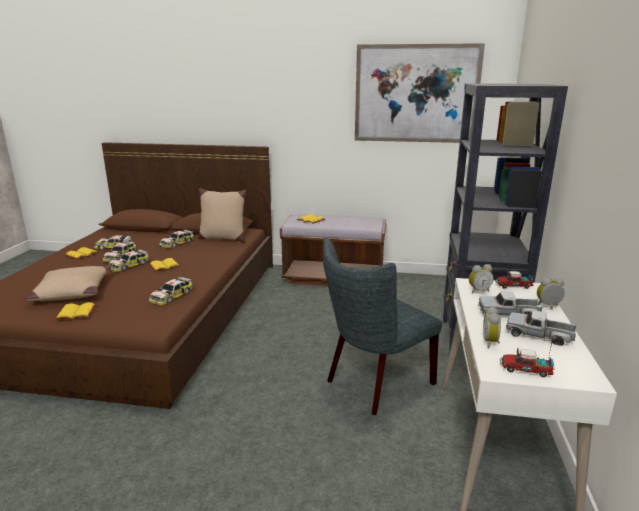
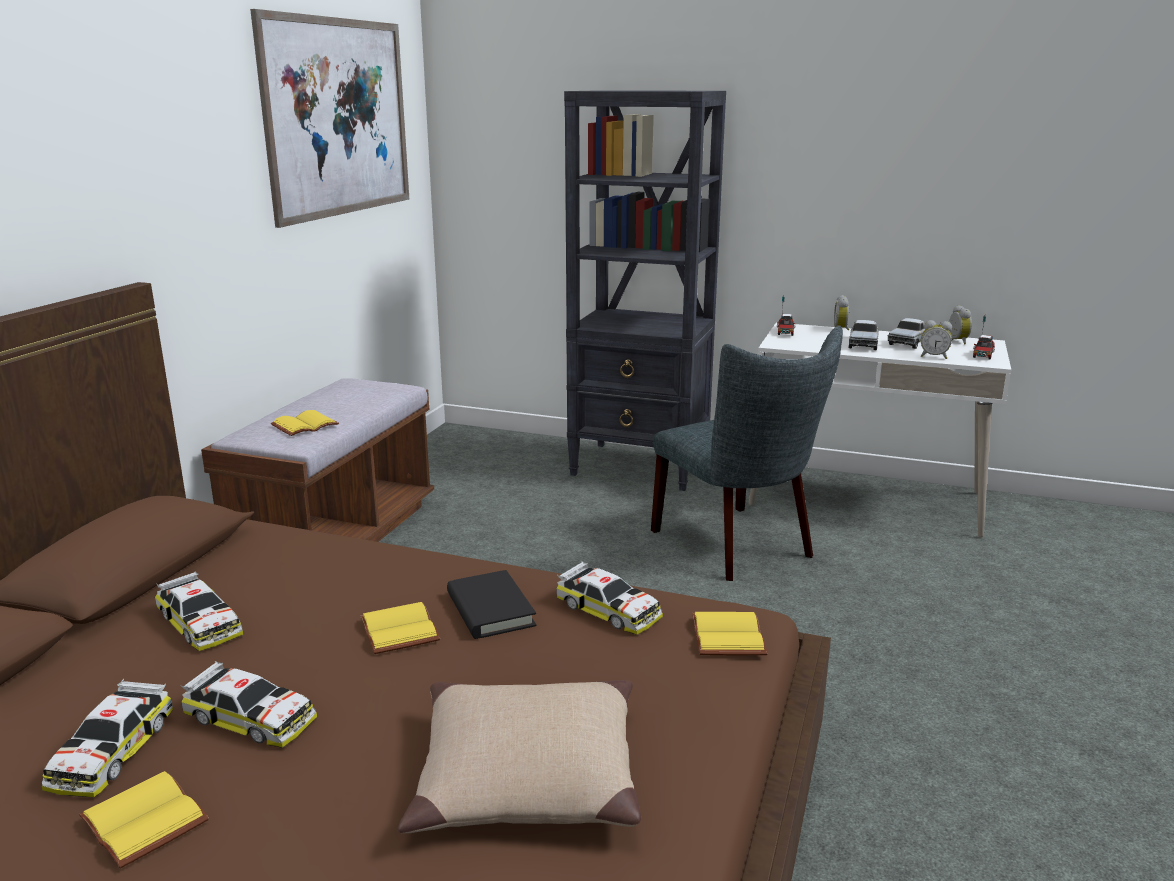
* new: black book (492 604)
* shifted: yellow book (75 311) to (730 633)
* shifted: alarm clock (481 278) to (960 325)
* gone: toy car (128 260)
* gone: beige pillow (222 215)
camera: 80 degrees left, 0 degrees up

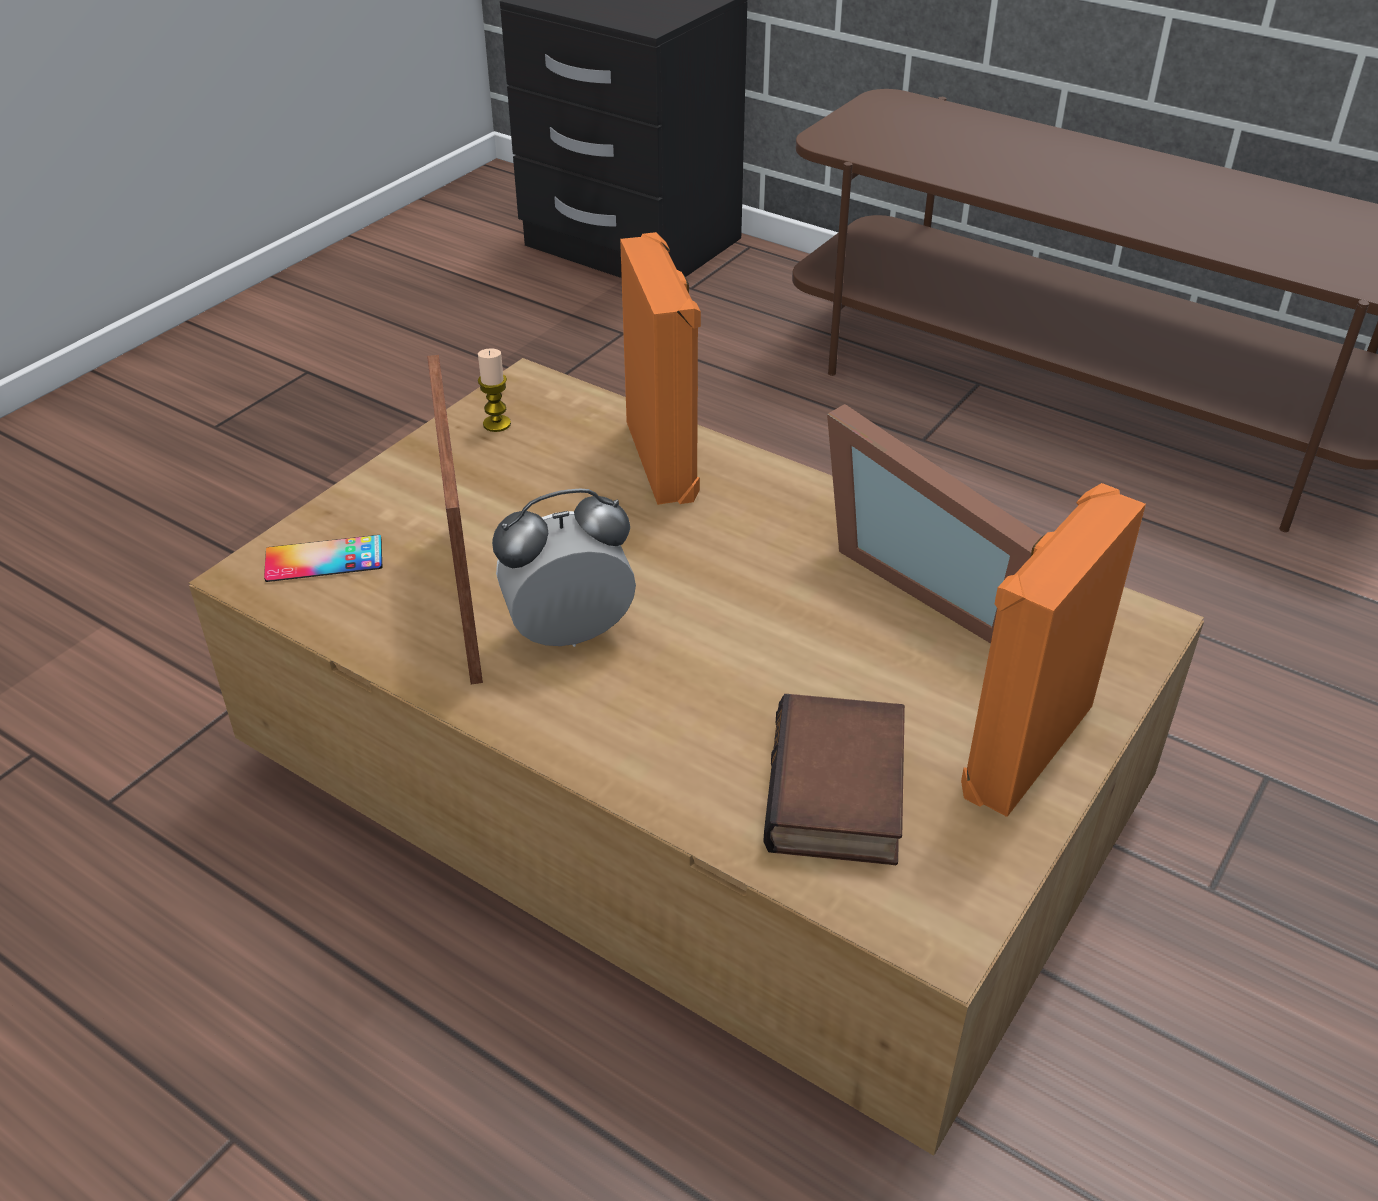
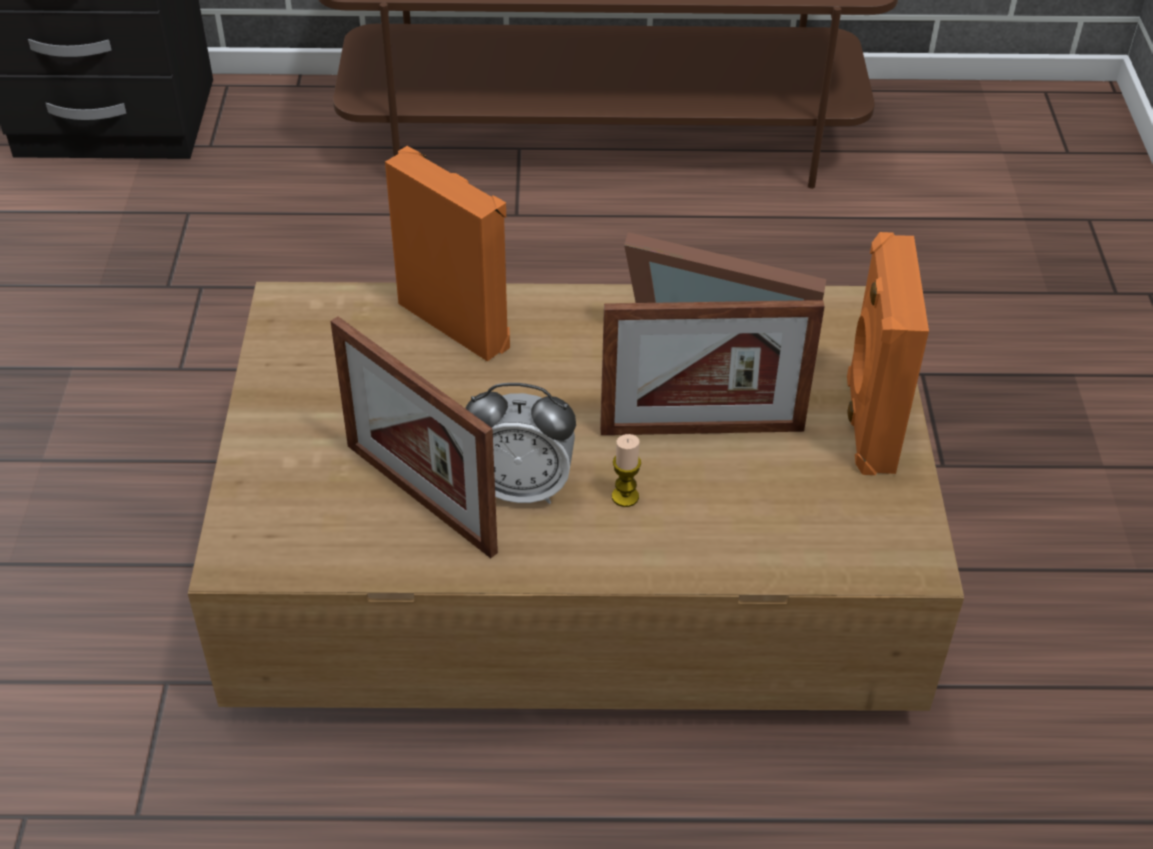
* rotated: alarm clock (564 568) = (520 443) 120 degrees counterclockwise
* new: picture frame (712 367)
* shifted: candle (494 390) to (626 470)
* gone: phone (323 558)
* gone: book (834 779)
camera: 35 degrees left, 5 degrees up

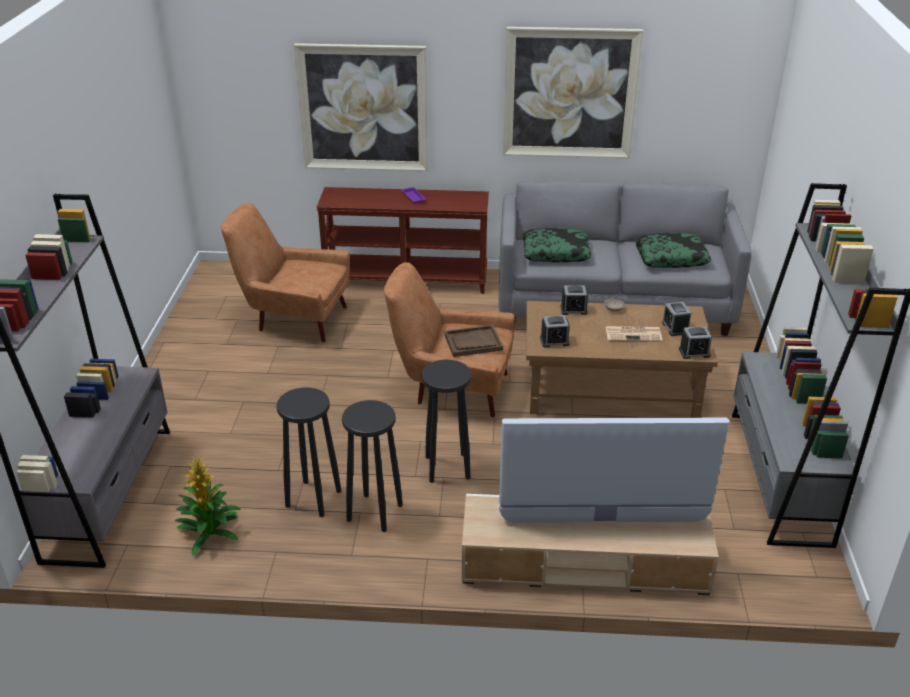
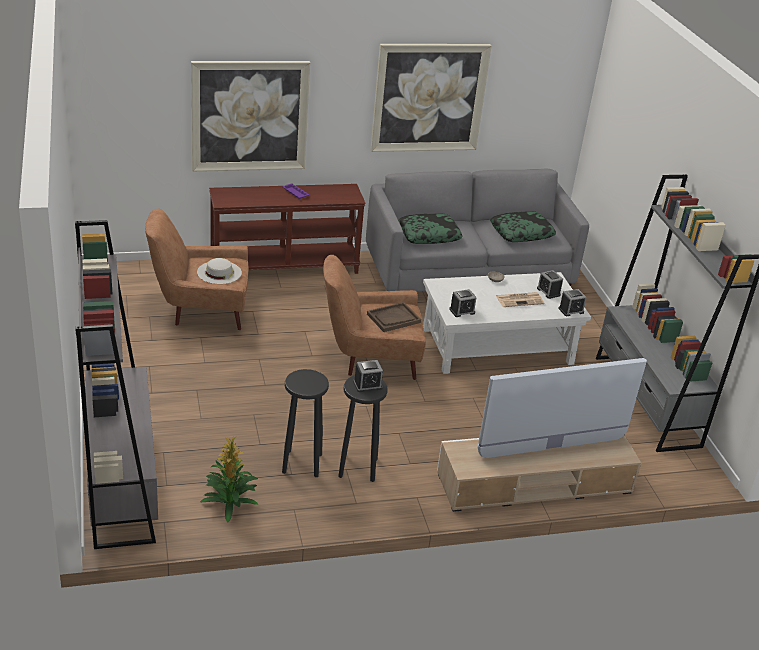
* new: white hat (219 271)
* shifted: alarm clock (574 300) to (368 376)
* repainted: brown coffee table (622 359) to white coffee table (507 323)
* gone: black stool (446 421)
camera: 20 degrees left, 0 degrees up

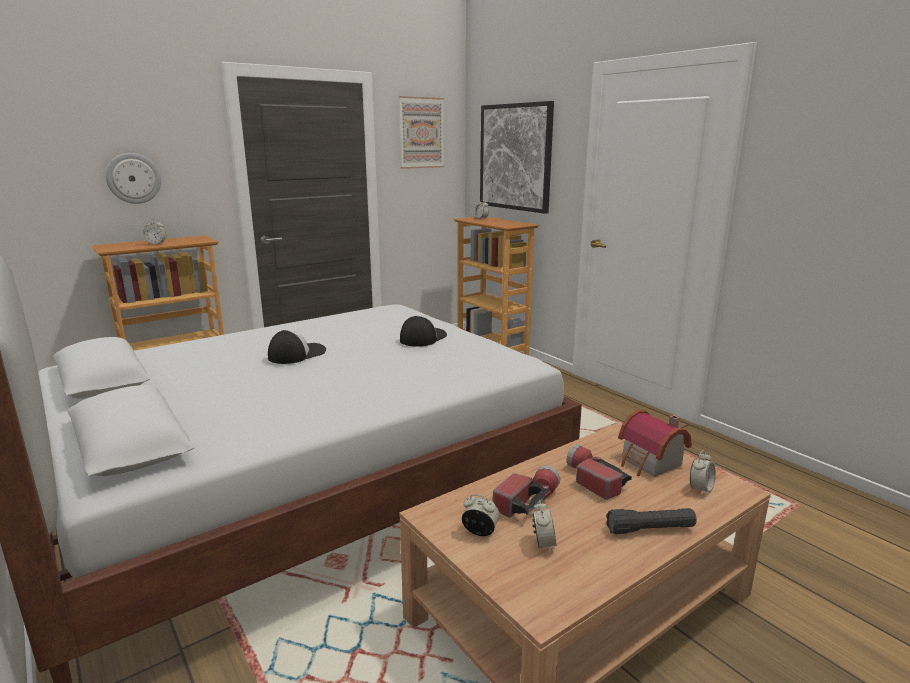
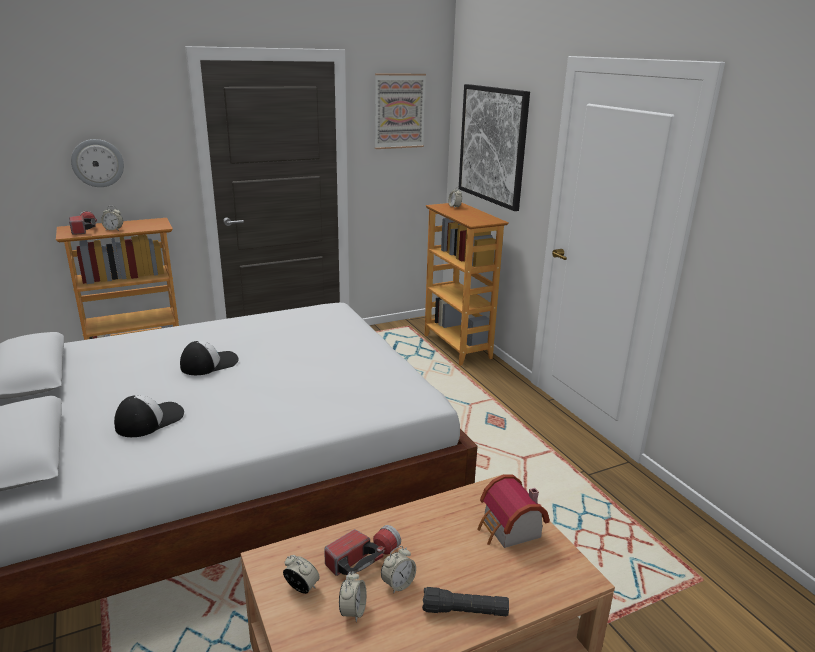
* shifted: flashlight (599 472) to (83 223)
* shifted: cap (423 331) to (149 416)
* shifted: alarm clock (703 473) to (398 570)
camera: 10 degrees right, 5 degrees up

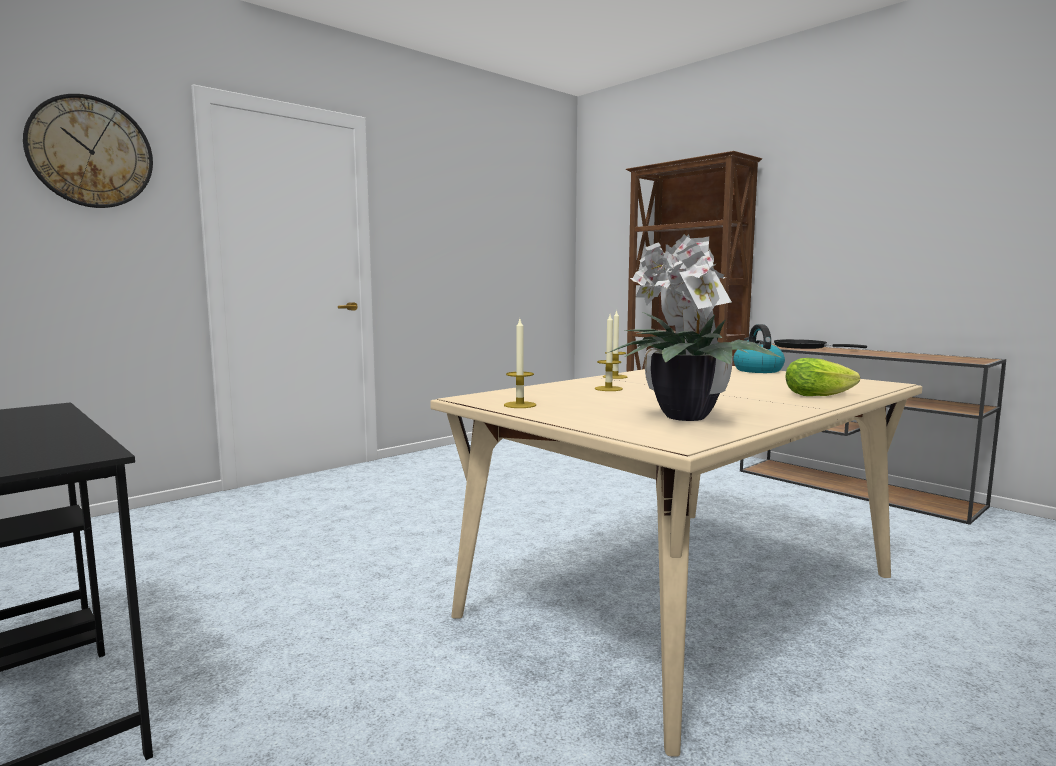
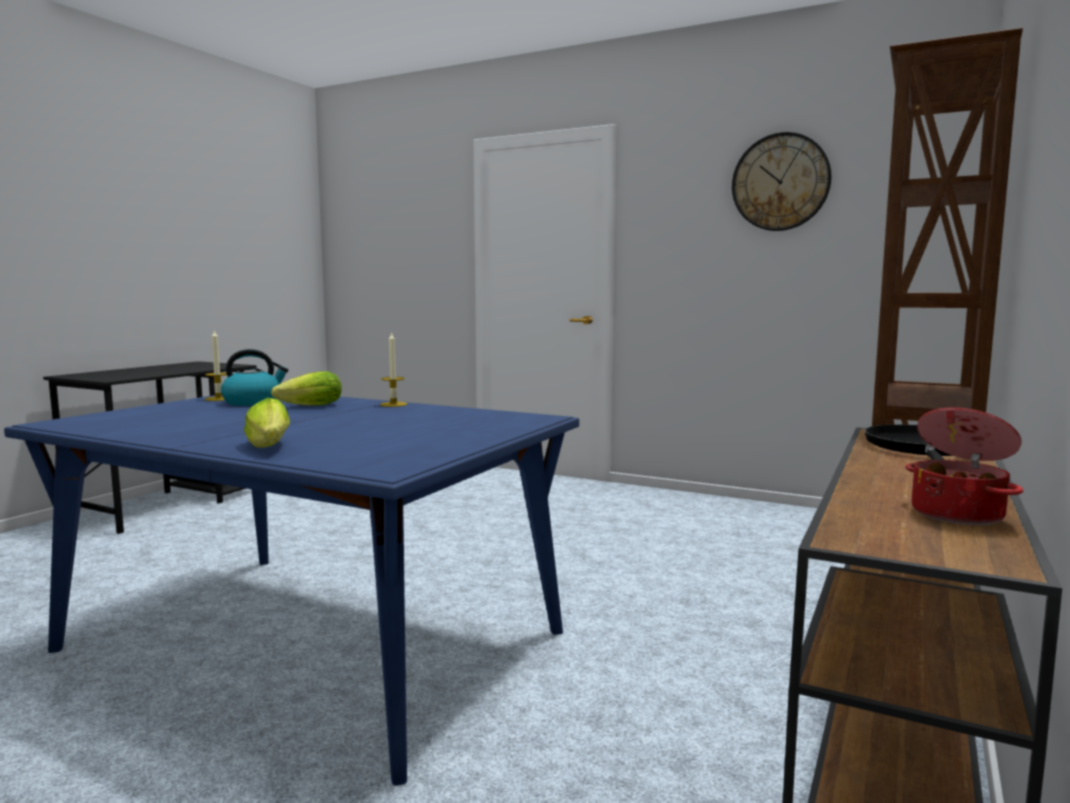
* repainted: beige dining table (676 561) to blue dining table (291 590)
* shifted: kettle (759 348) to (255 377)
* swapped: candle (609 352) to lettuce (306 388)
* shifted: wall clock (88 151) to (781 181)
* new: cooking pot (964 466)
* gone: potted plant (695 327)
camera: 70 degrees right, 0 degrees up

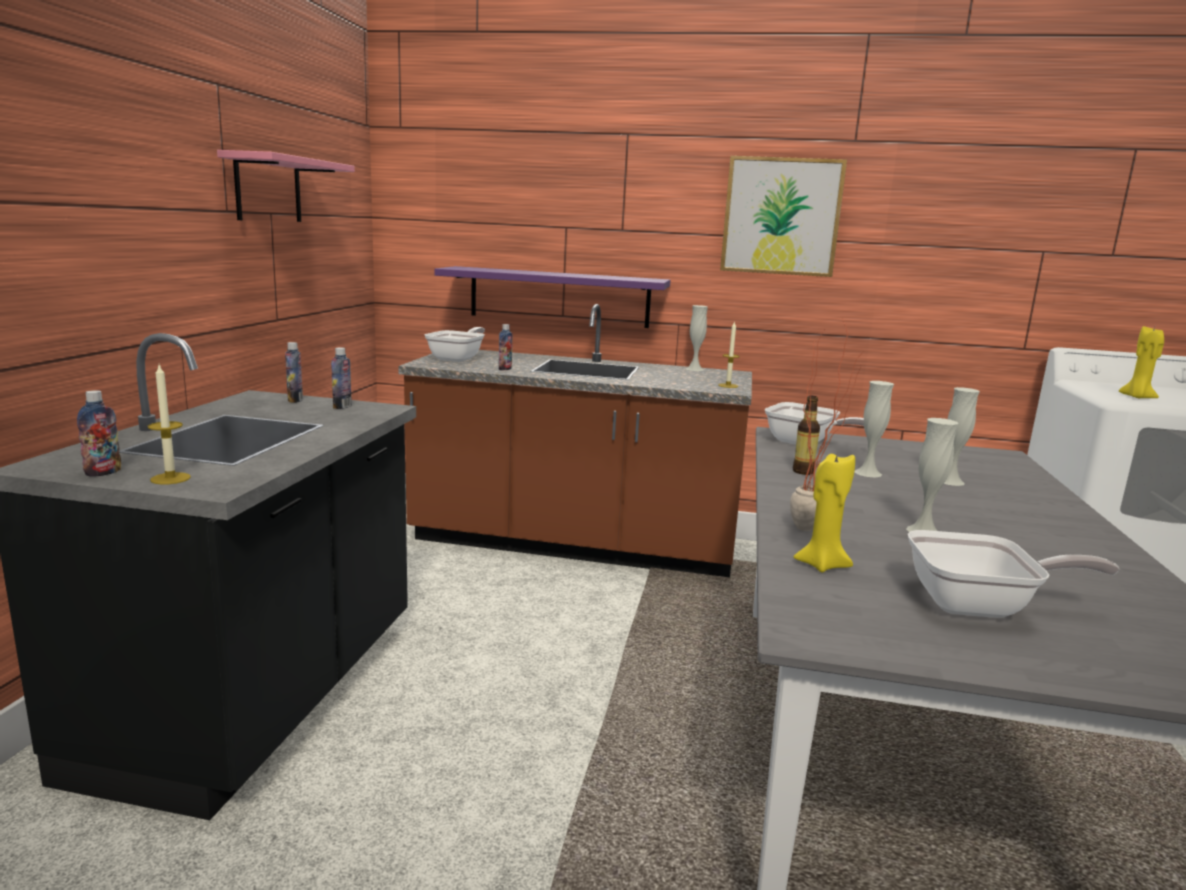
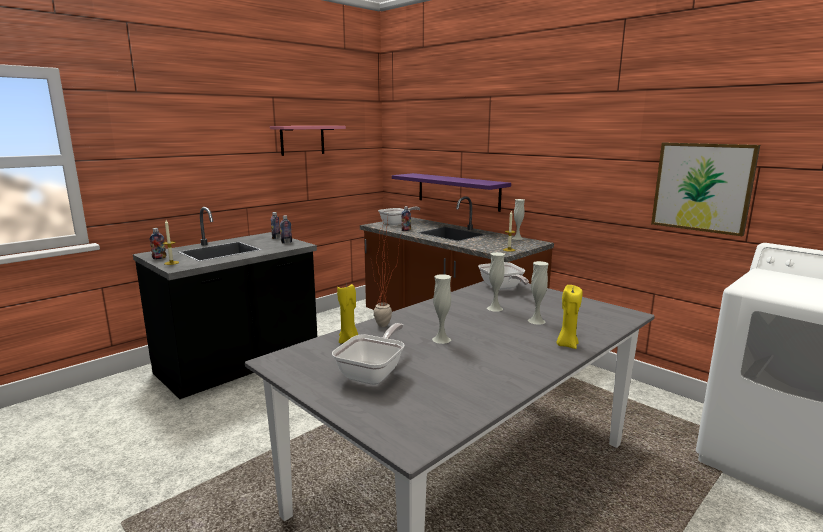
* rotated: frying pan (1013 574) = (368 354) 105 degrees counterclockwise
* shifted: yellow candle (1141 362) to (569 317)
* shifted: picture (783 216) to (705 189)
* gone: bottle (806 435)
camera: 35 degrees right, 0 degrees up

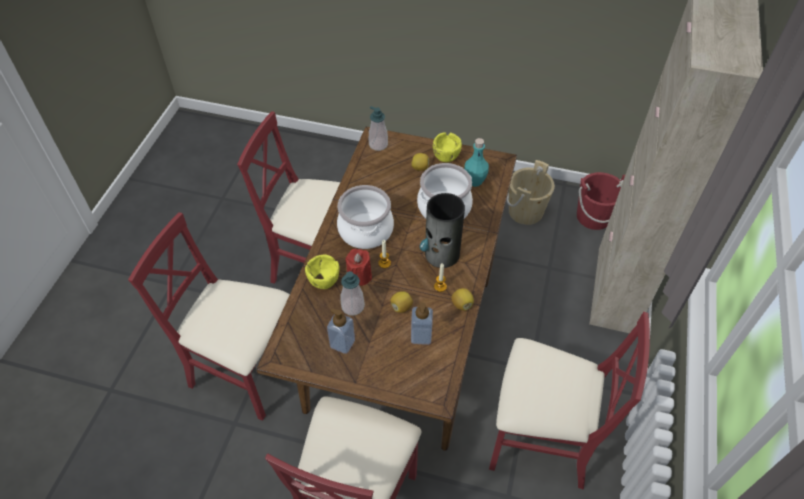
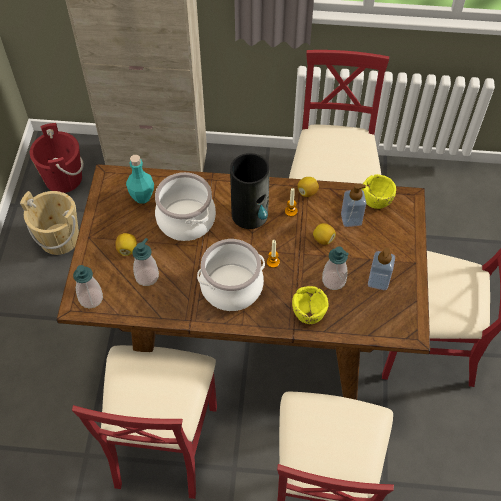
* new: soap dispenser (145 262)
* shifted: yellow bowl (447 147) to (379 191)
* gone: red candle (358 267)
camera: 100 degrees left, 5 degrees up

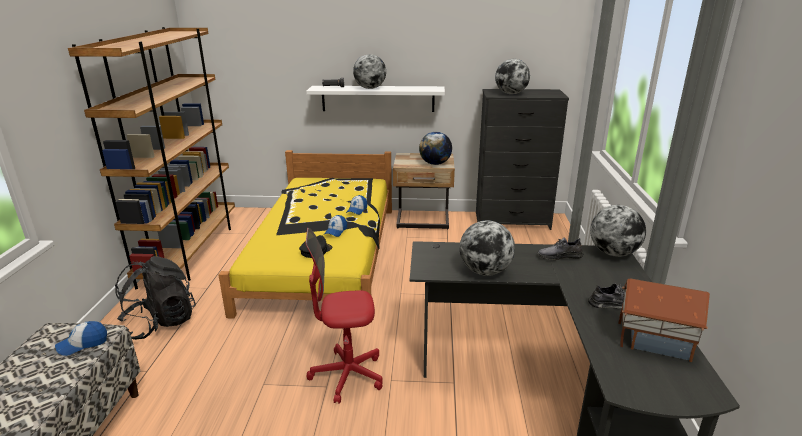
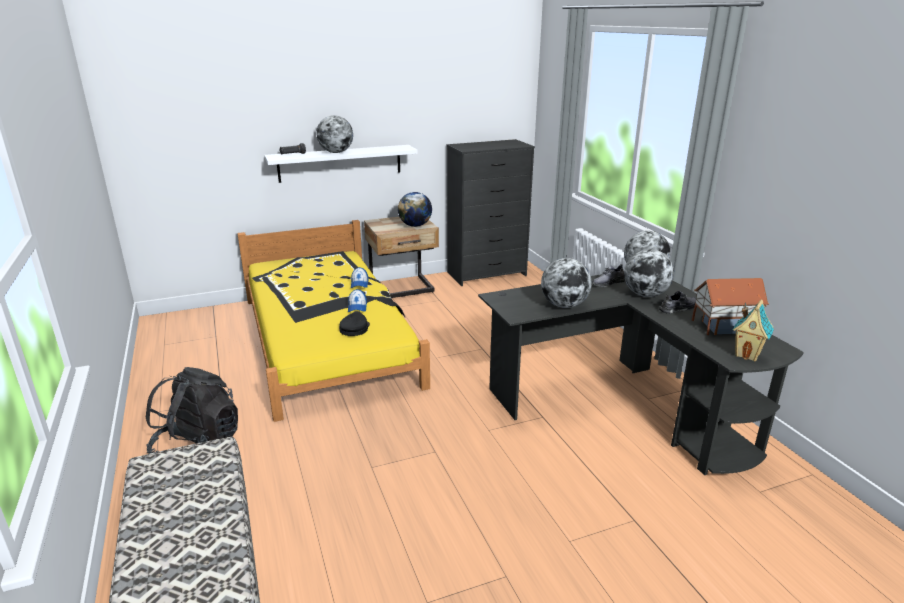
* shifted: globe (512 76) to (649 273)
* new: toy house (753 330)
* gone: cap (81 338)
* gone: brown bookcase (151 158)
* gone: red office chair (344 316)
camera: 25 degrees left, 0 degrees up

